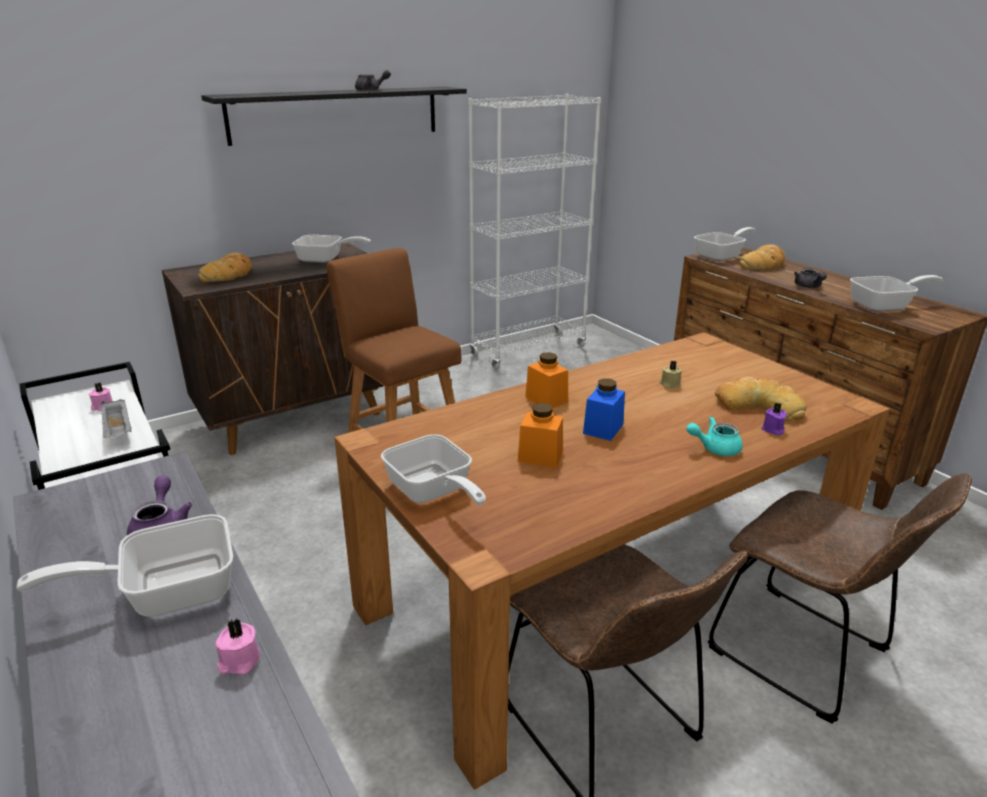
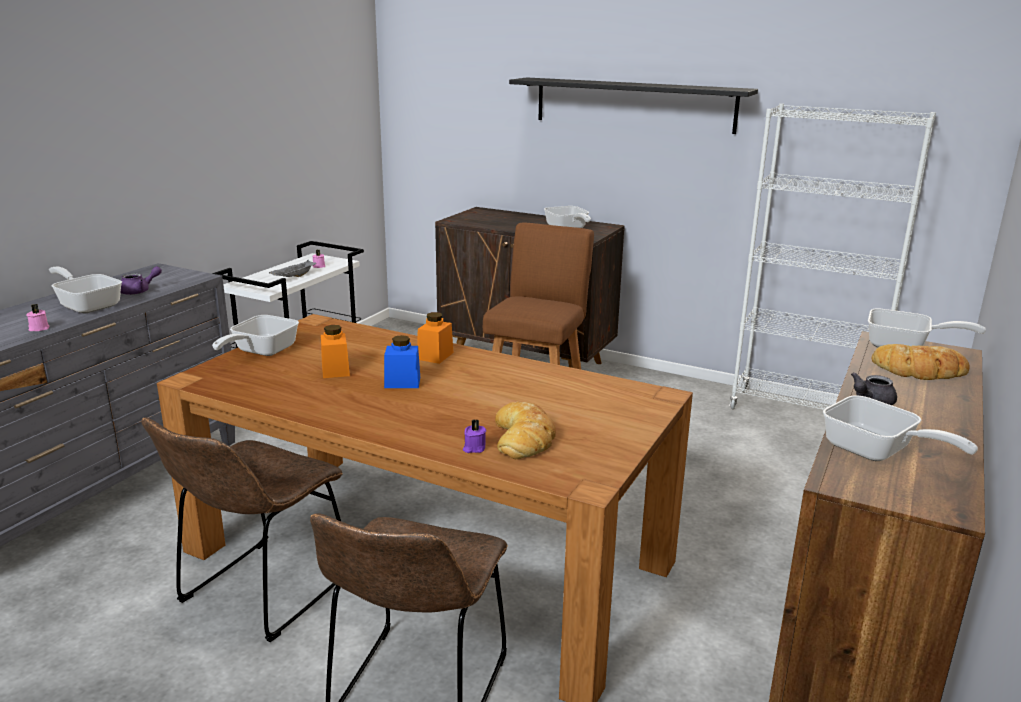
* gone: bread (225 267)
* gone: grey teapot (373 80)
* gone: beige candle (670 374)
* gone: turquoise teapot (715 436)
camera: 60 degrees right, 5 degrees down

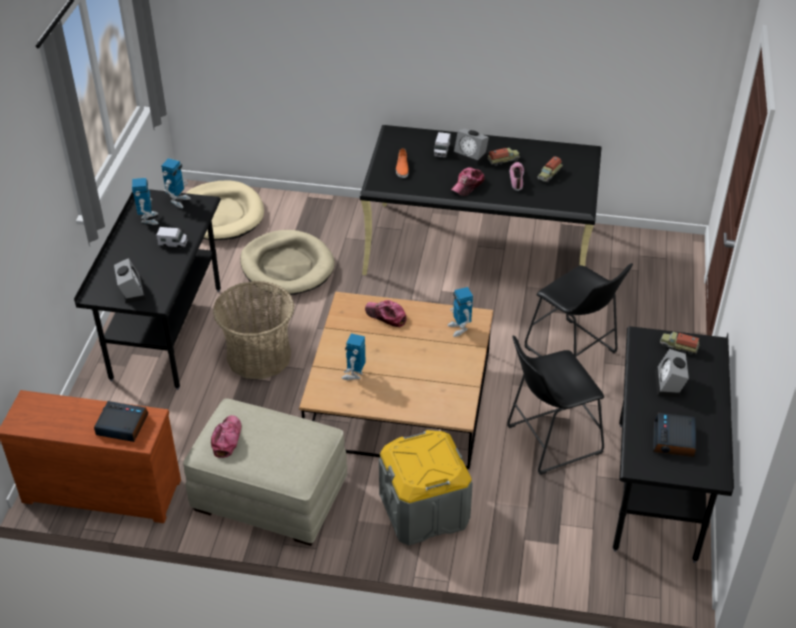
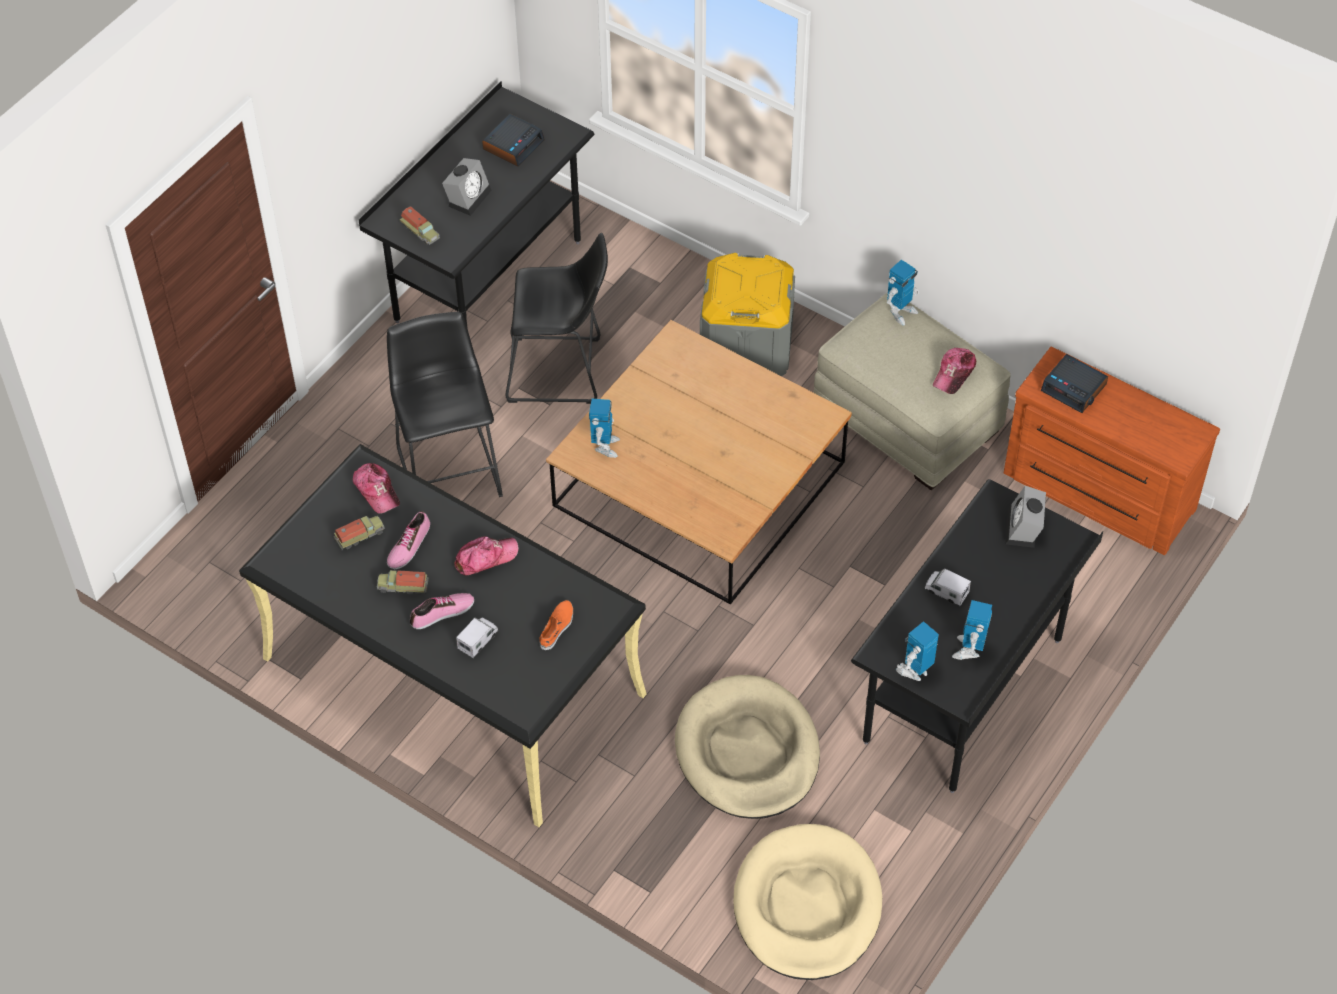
* shifted: cap (386 313) to (376 488)
* swapped: alarm clock (471 146) to shoe (442 611)
* shifted: toy robot (354 356) to (903 293)
* gone: basket (254 330)
camera: 155 degrees left, 10 degrees up

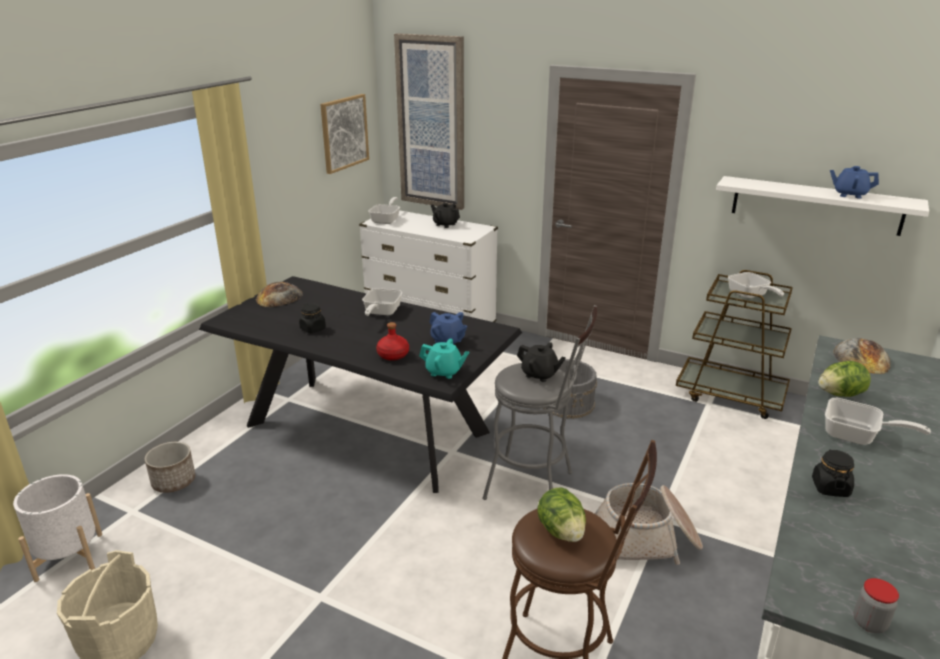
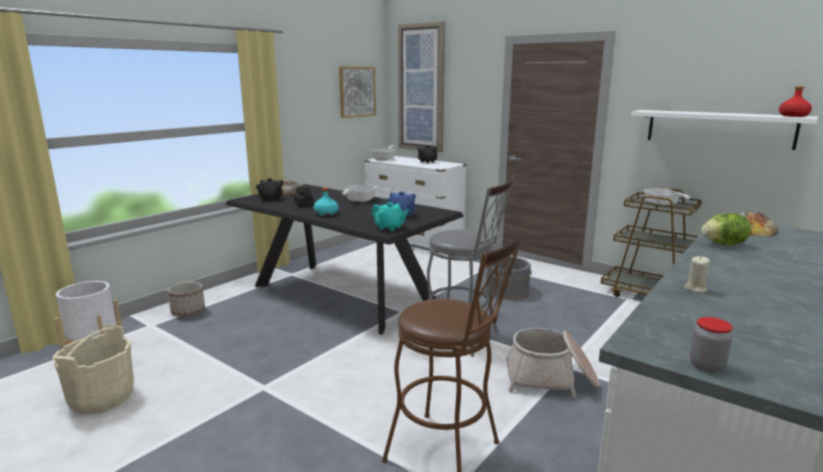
* shifted: black teapot (541 362) to (269 189)
* new: turquoise bottle (325 201)
* swapped: black jar (833 473) to beige candle (697 274)
* shifted: red bottle (392 341) to (795 101)
* gone: lettuce (562 514)
* gone: frying pan (878 421)
* gone: blue teapot (854 182)
camera: 10 degrees right, 10 degrees down

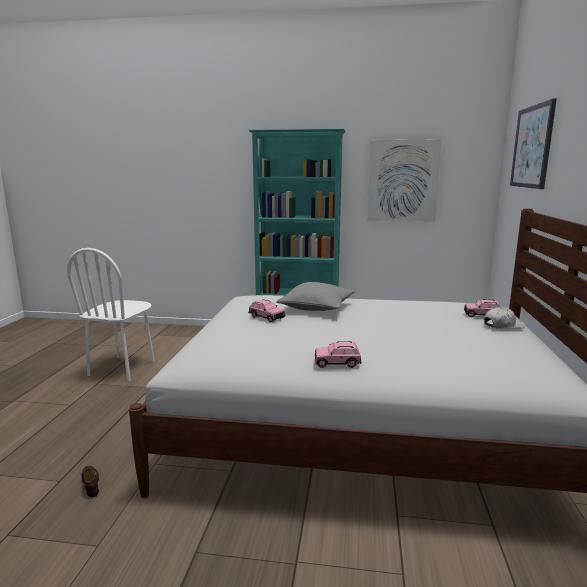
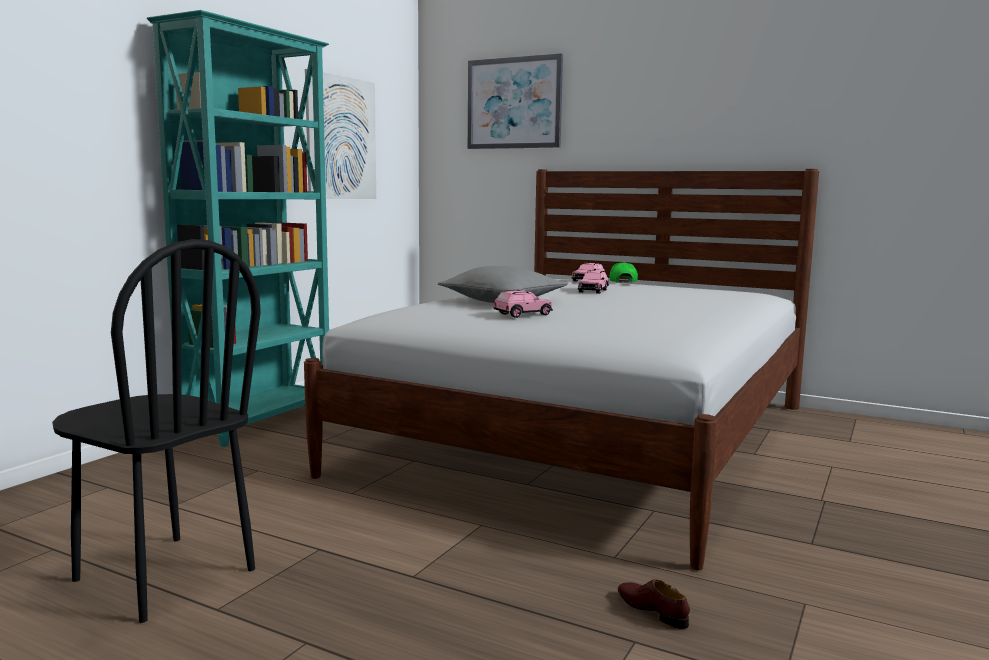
* repainted: white chair (111 314) to black chair (156 431)
* shifted: pink toy car (338 354) to (593 282)
* repainted: white cap (504 317) to green cap (624 272)
* rotated: brown shoe (90 481) = (654 604) 60 degrees clockwise
camera: 70 degrees left, 5 degrees down

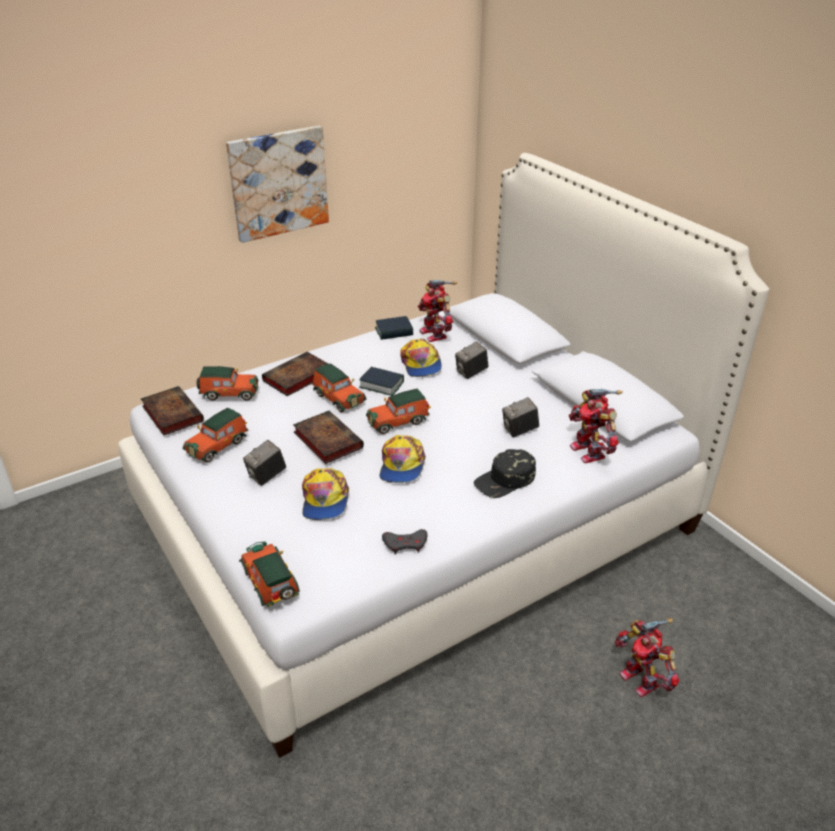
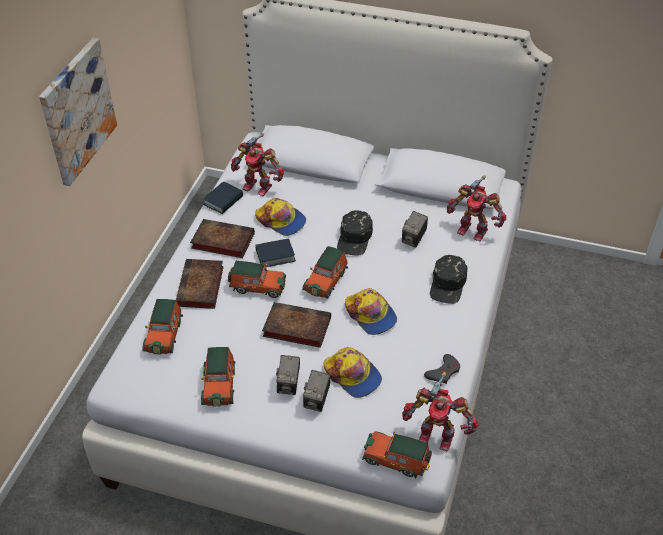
* rotated: toy car (228 383) = (163 326) 135 degrees clockwise
* shifted: book (172 411) to (222 238)
* shifted: photo camera (471 360) to (316 391)
* new: black cap (355 233)
* shifted: toy robot (647 657) to (440 412)
camera: 40 degrees left, 10 degrees up

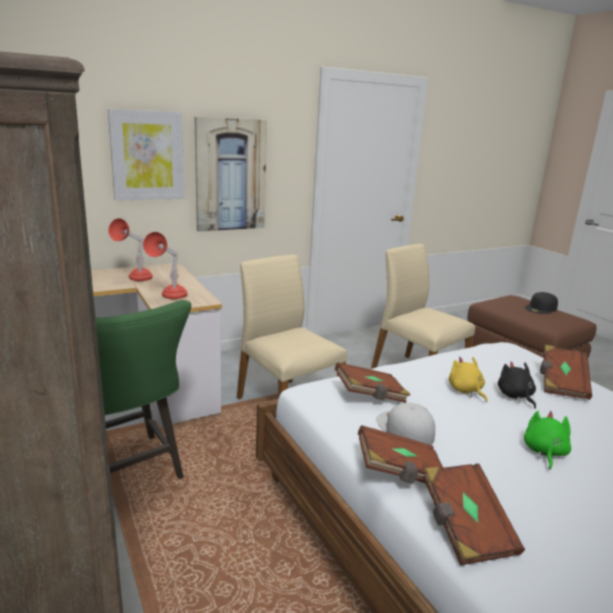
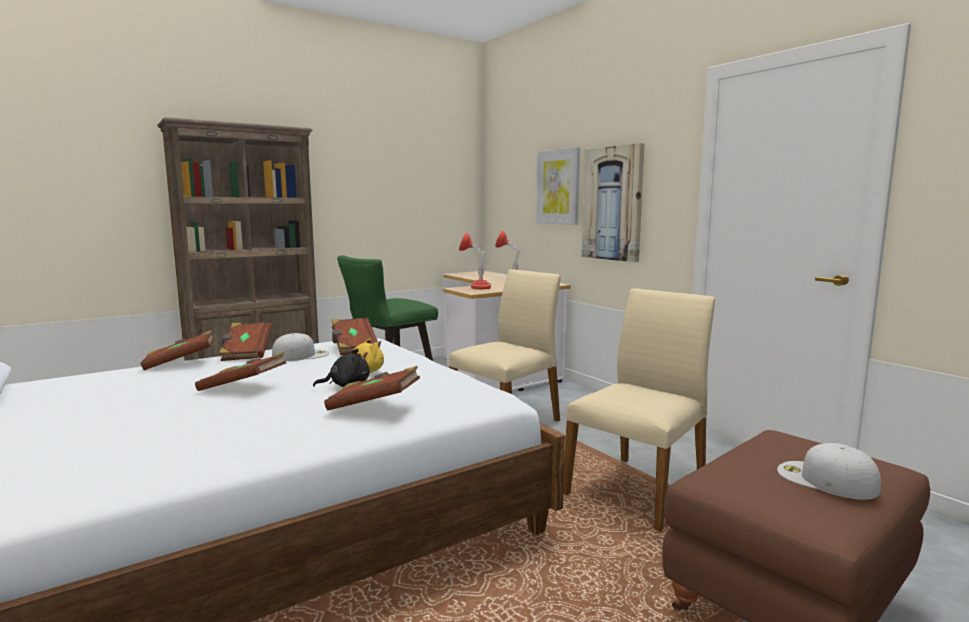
* swapped: green plush toy (547 440) to brown book (240 371)
* repainted: black cap (541 303) to white cap (829 471)
camera: 85 degrees right, 10 degrees down

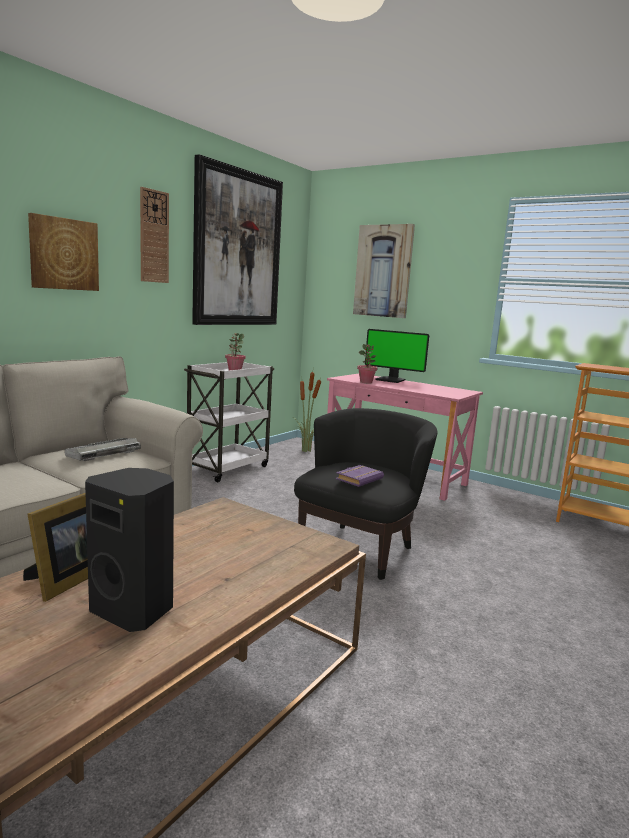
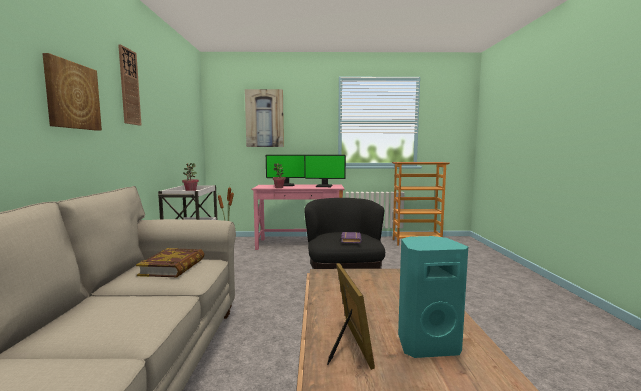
* swapped: keyboard (103 449) to book (170 262)
* new: monitor (325 171)
* repainted: black speaker (129 550) to turquoise speaker (433 297)
* gone: picture (237 239)
camera: 35 degrees left, 5 degrees down

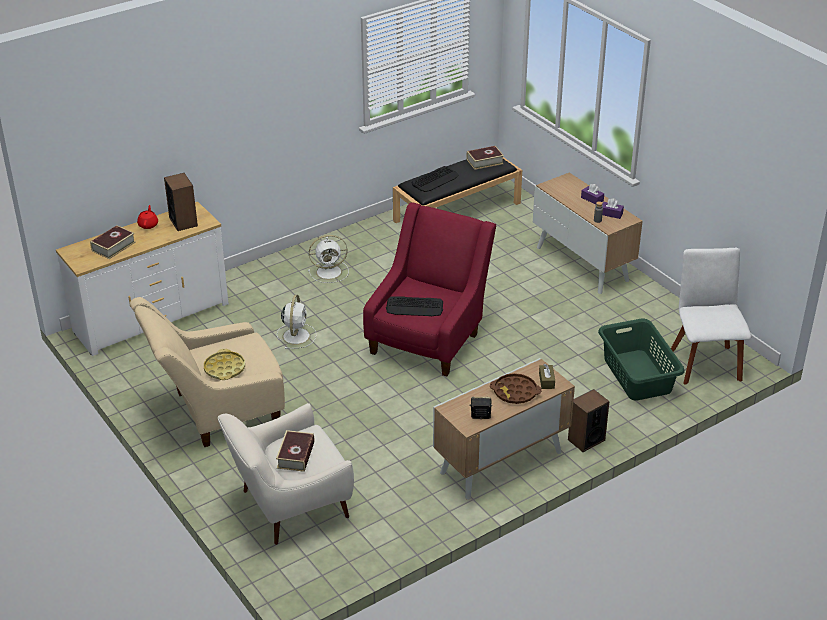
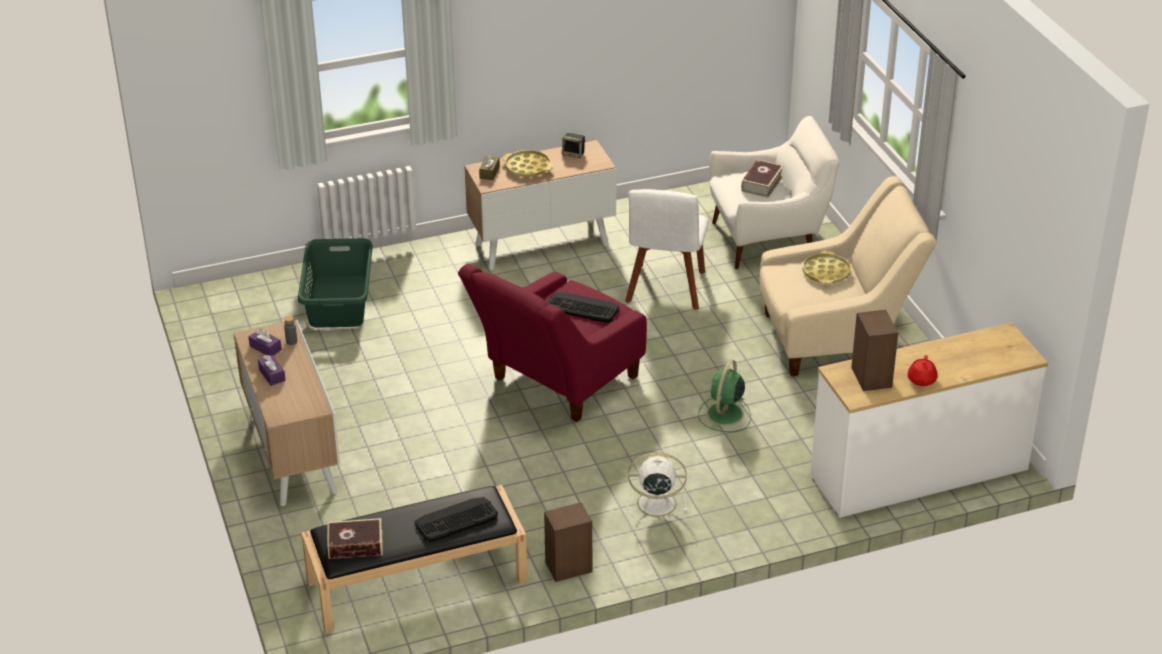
* repainted: brown tray (515 388) to yellow tray (528 163)
* shifted: speaker (589 420) to (568 542)
* shifted: white chair (711 316) to (667 249)
* repainted: white fan (296 322) to green fan (724 396)
* gone: book (113 242)
camera: 165 degrees left, 0 degrees up

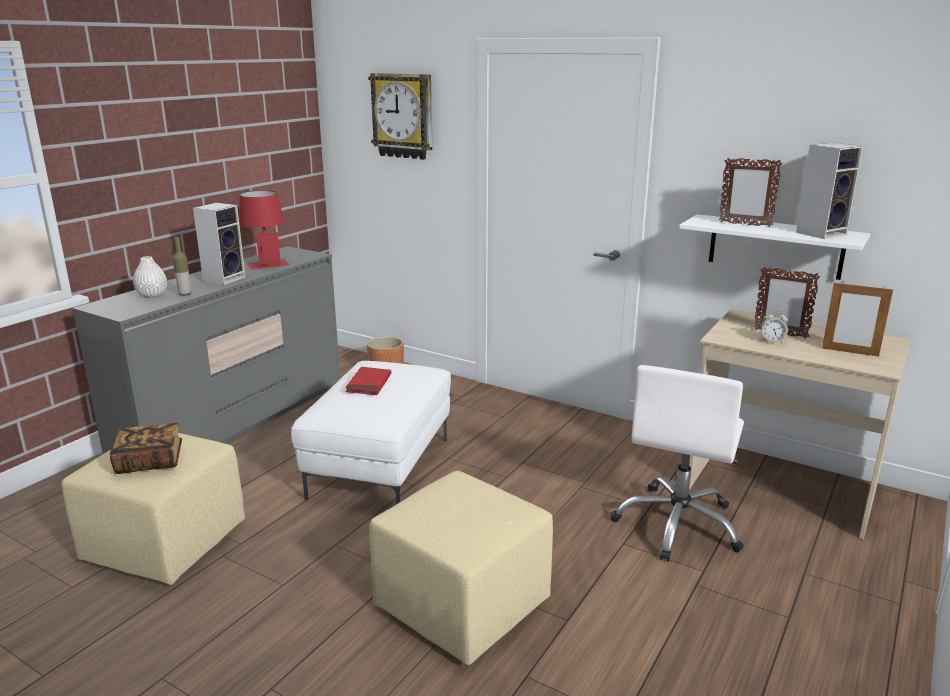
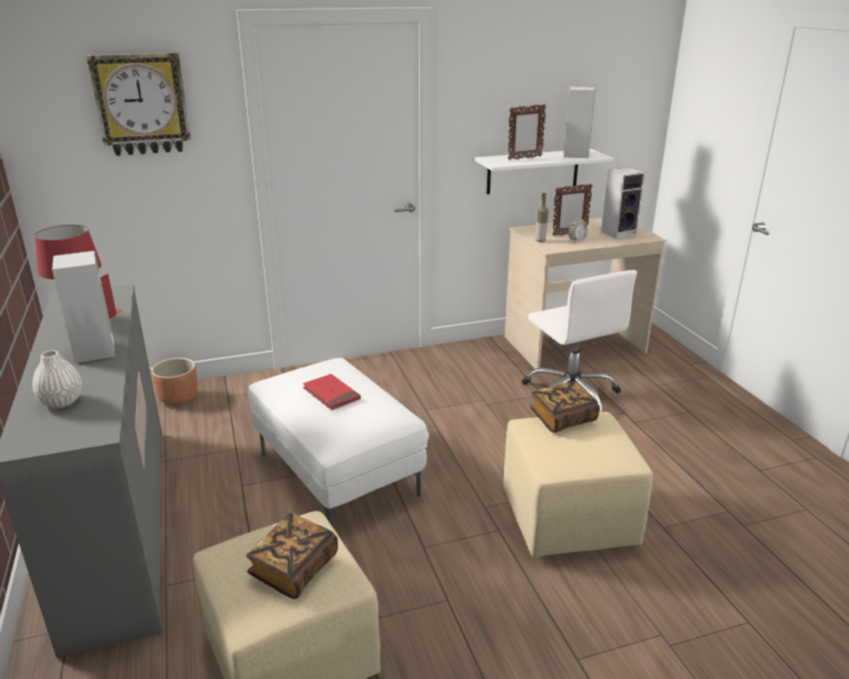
* new: book (565 407)
* shifted: bottle (181 266) to (542 217)
* swapped: picture frame (857 319) to speaker (623 203)
camera: 50 degrees left, 5 degrees up

